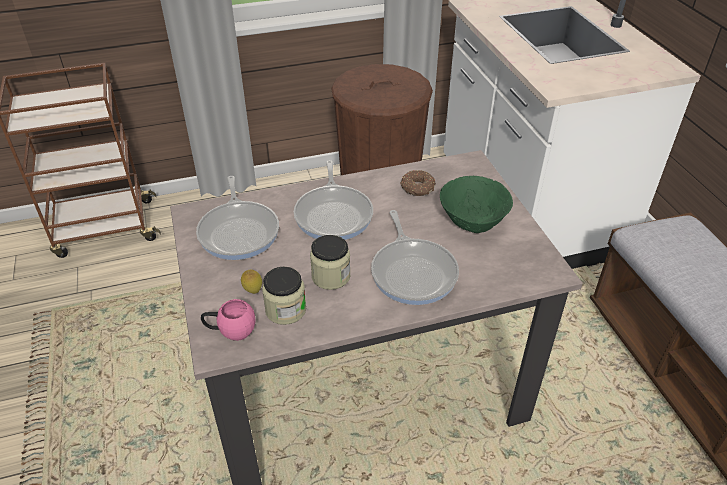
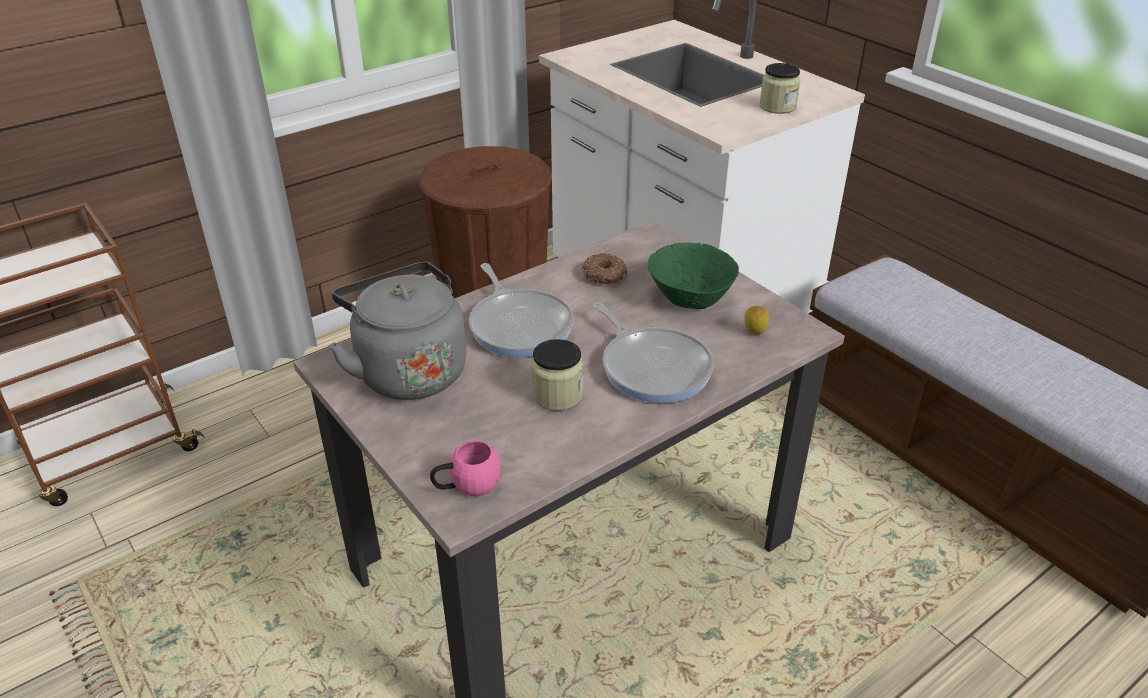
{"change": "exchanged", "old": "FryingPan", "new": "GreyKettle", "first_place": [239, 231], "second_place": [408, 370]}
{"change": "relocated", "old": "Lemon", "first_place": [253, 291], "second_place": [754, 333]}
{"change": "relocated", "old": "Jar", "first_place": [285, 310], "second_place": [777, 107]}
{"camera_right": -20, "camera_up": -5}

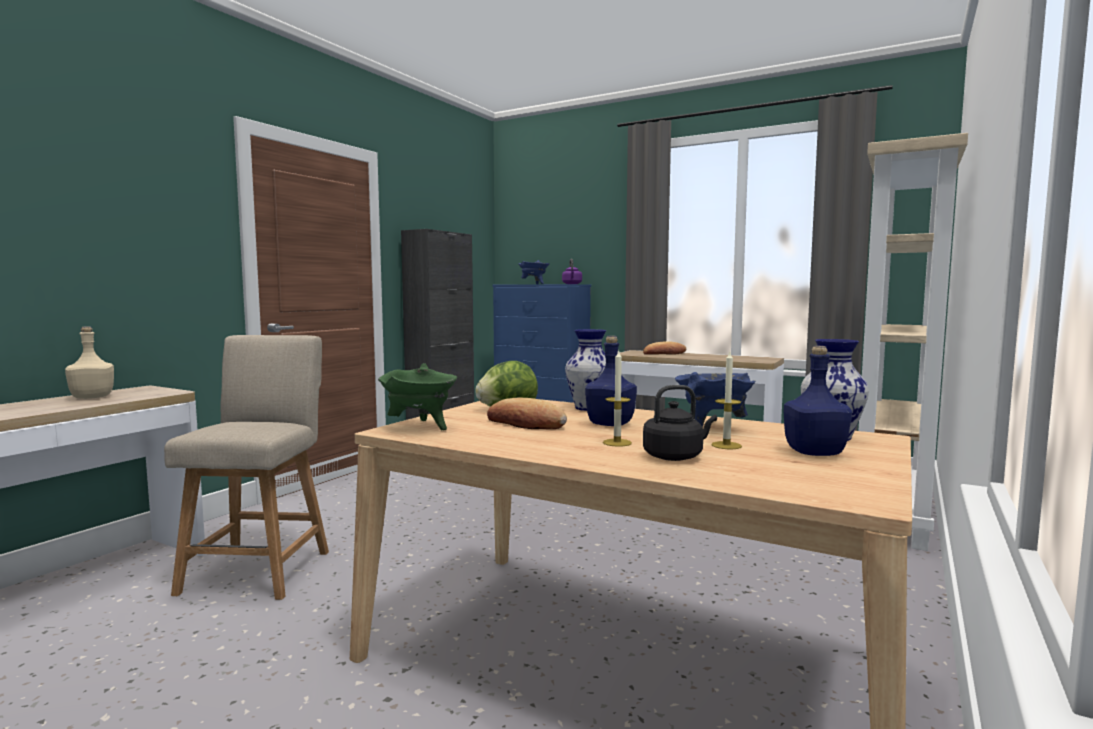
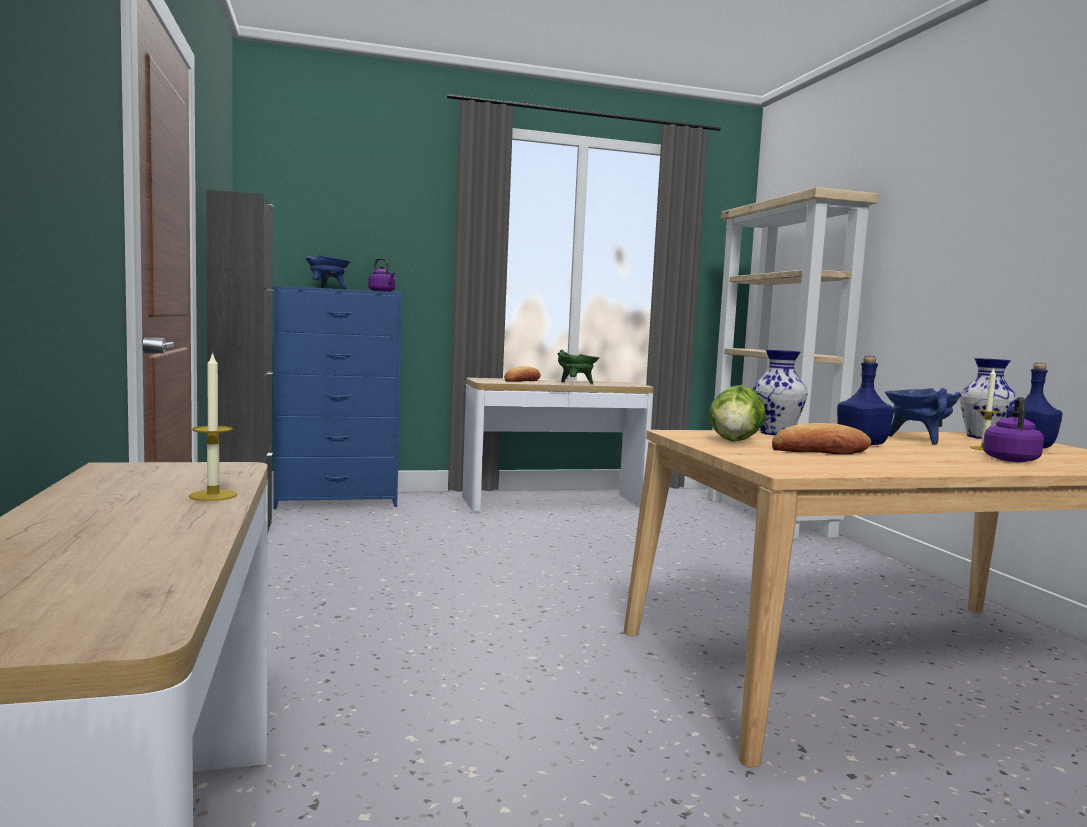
{"change": "missing", "old": "BeigeBottle", "first_place": [91, 397]}
{"change": "missing", "old": "BeigeChair", "first_place": [260, 569]}
{"change": "relocated", "old": "GreenCookingPot", "first_place": [420, 427], "second_place": [576, 383]}
{"change": "relocated", "old": "Candle", "first_place": [617, 442], "second_place": [213, 495]}
{"change": "colour", "old": "BlackKettle", "new": "PurpleKettle", "first_place": [675, 456], "second_place": [1010, 459]}
{"camera_right": -45, "camera_up": 0}

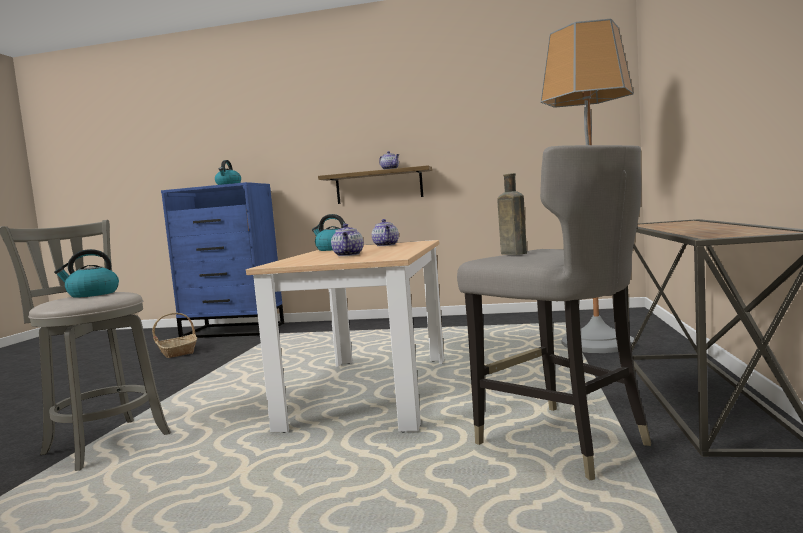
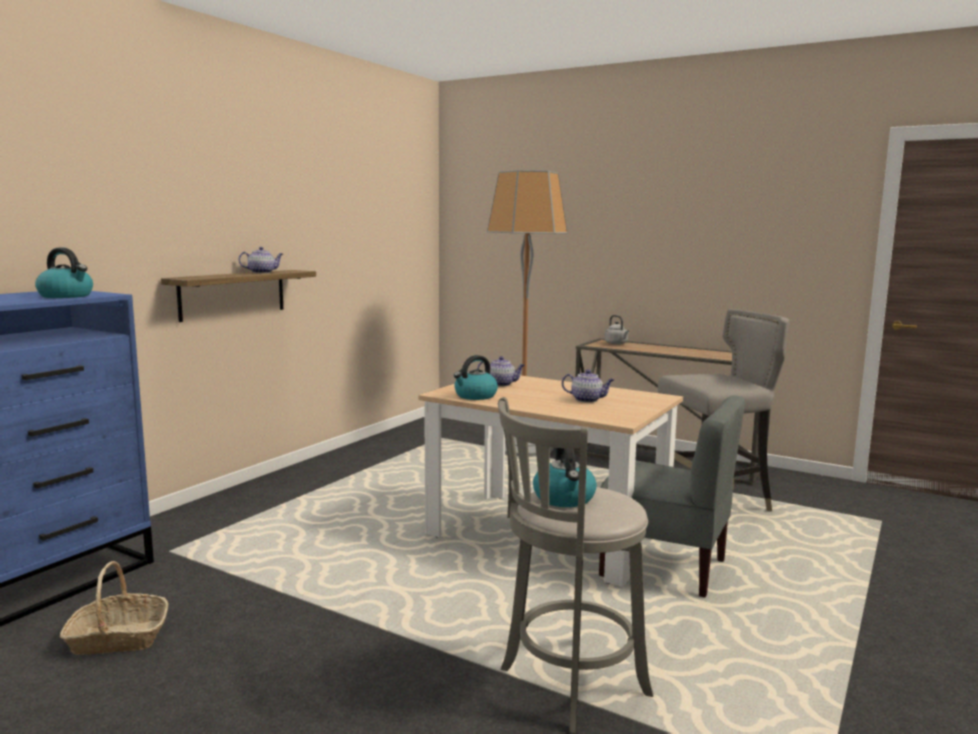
{"change": "missing", "old": "BrownBottle", "first_place": [512, 253]}
{"change": "appeared", "new": "GreyChair", "second_place": [664, 567]}
{"change": "appeared", "new": "GreyKettle", "second_place": [617, 344]}
{"camera_right": -70, "camera_up": 5}

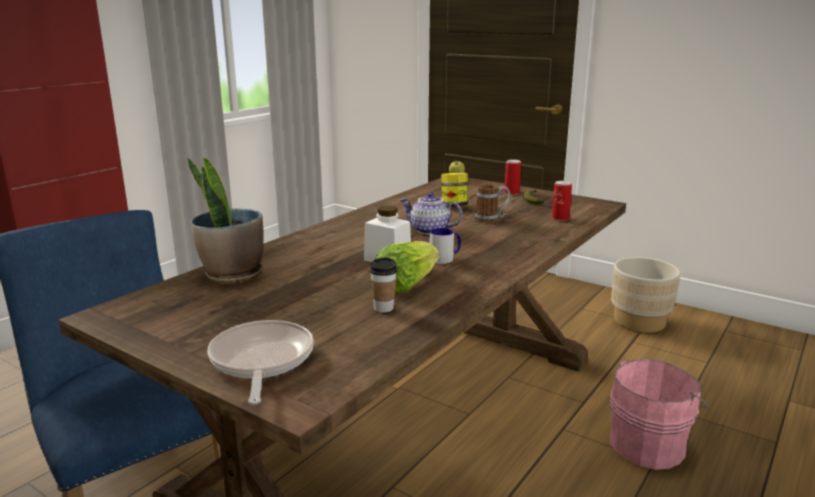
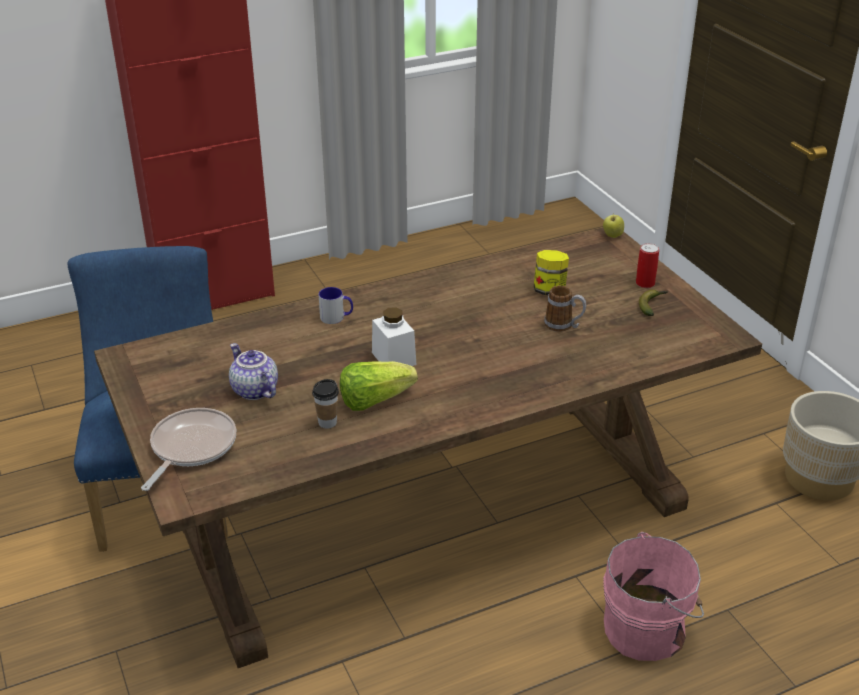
{"change": "missing", "old": "PottedPlant", "first_place": [232, 275]}
{"change": "relocated", "old": "Teapot", "first_place": [429, 230], "second_place": [253, 390]}
{"change": "relocated", "old": "Mug", "first_place": [445, 258], "second_place": [336, 317]}
{"change": "missing", "old": "Can", "first_place": [560, 218]}
{"camera_right": 30, "camera_up": 15}

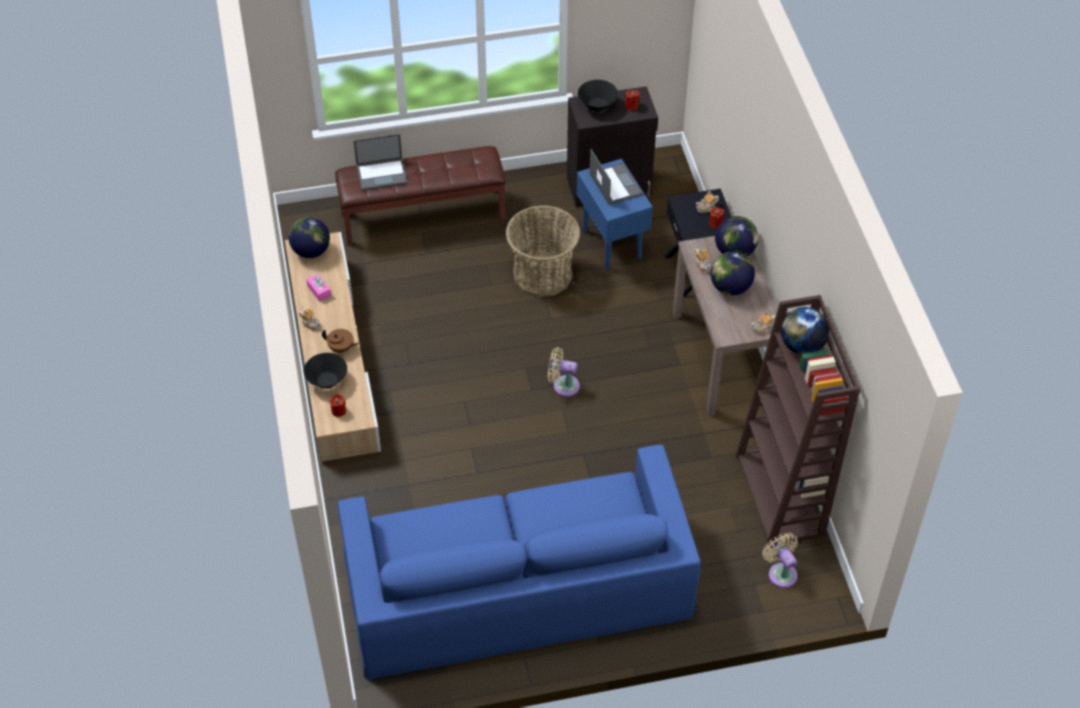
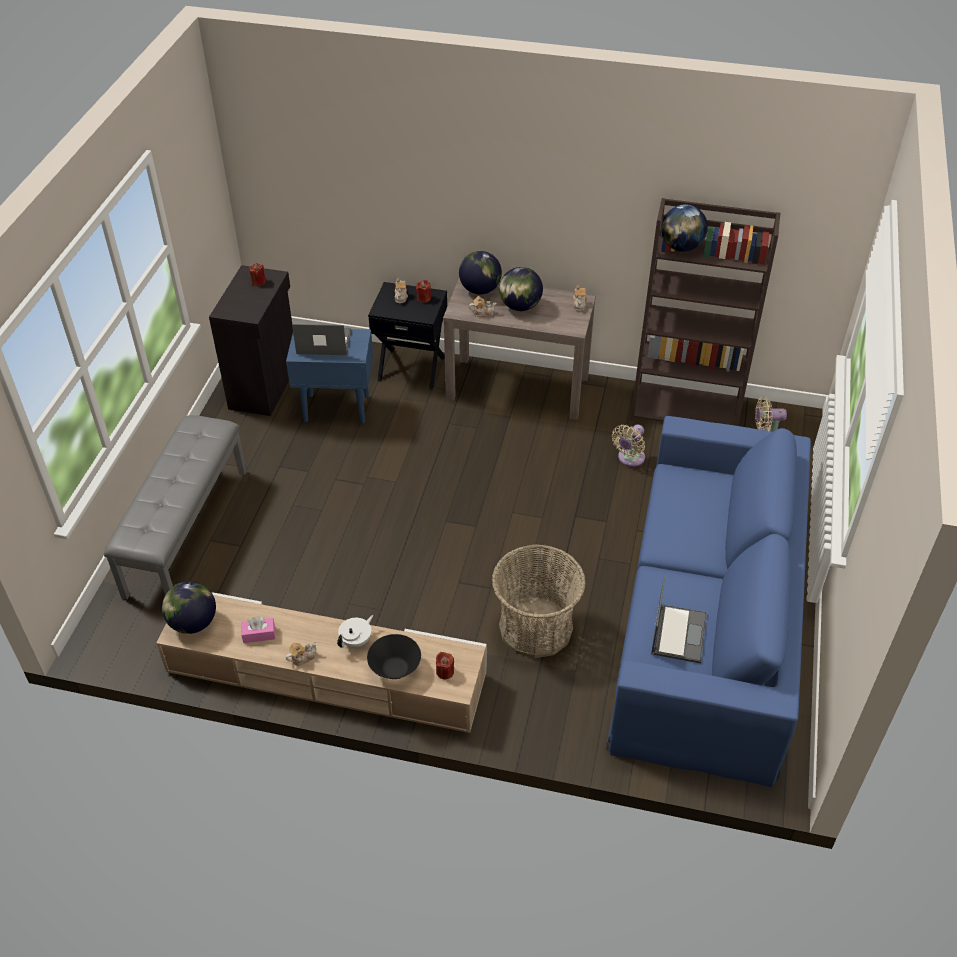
{"change": "colour", "old": "BrownTeapot", "new": "WhiteTeapot", "first_place": [341, 348], "second_place": [356, 641]}
{"change": "colour", "old": "BrownBench", "new": "GreyBench", "first_place": [423, 215], "second_place": [186, 531]}
{"change": "relocated", "old": "Laptop", "first_place": [382, 174], "second_place": [678, 633]}
{"change": "relocated", "old": "Basket", "first_place": [543, 274], "second_place": [535, 627]}
{"change": "relocated", "old": "BeigeFan", "first_place": [563, 385], "second_place": [629, 458]}
{"change": "missing", "old": "BlackBowl", "first_place": [597, 105]}
{"camera_right": -65, "camera_up": -5}

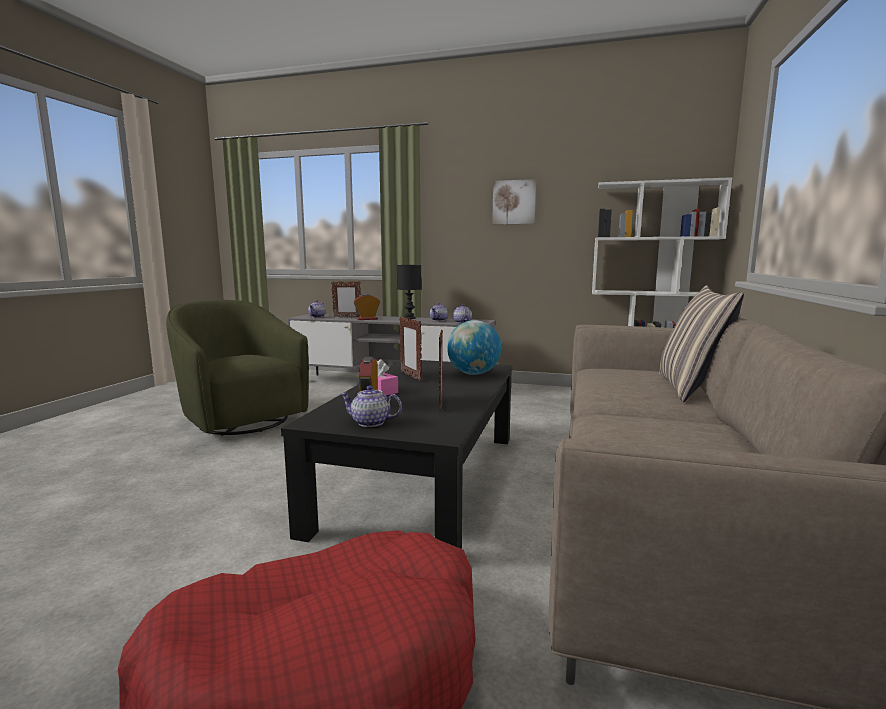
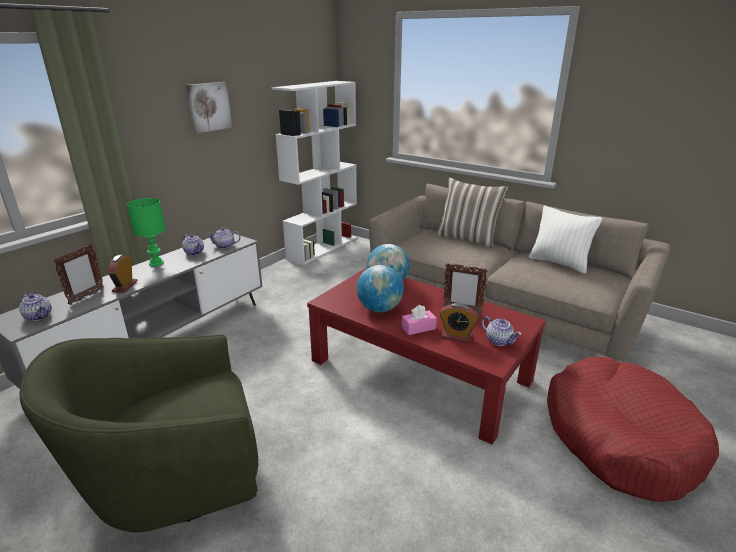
{"change": "colour", "old": "BlackCoffeeTable", "new": "RedCoffeeTable", "first_place": [422, 479], "second_place": [419, 371]}
{"change": "spun", "old": "Teapot", "first_place": [370, 422], "second_place": [499, 341], "degrees": -75}
{"change": "colour", "old": "BlackTableLamp", "new": "GreenTableLamp", "first_place": [409, 318], "second_place": [155, 263]}
{"change": "exchanged", "old": "PictureFrame", "new": "Globe", "first_place": [410, 376], "second_place": [379, 309]}
{"change": "appeared", "new": "WhitePillow", "second_place": [559, 263]}
{"camera_right": -70, "camera_up": 15}

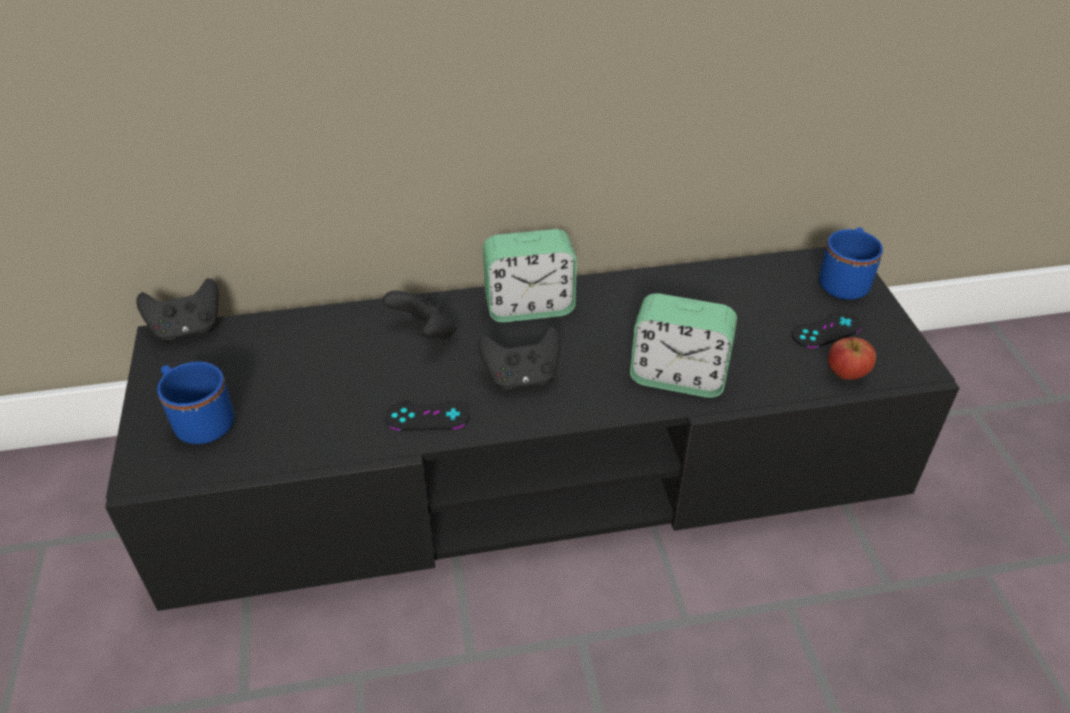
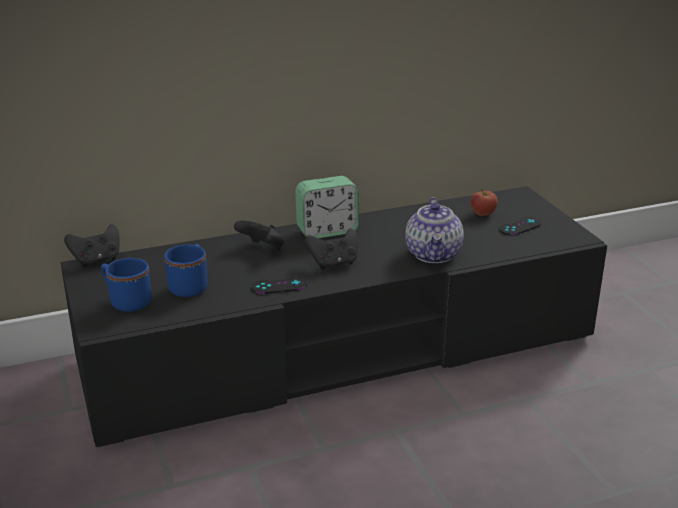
{"change": "exchanged", "old": "AlarmClock", "new": "Teapot", "first_place": [678, 377], "second_place": [434, 255]}
{"change": "relocated", "old": "BlueMug", "first_place": [845, 281], "second_place": [190, 286]}
{"change": "relocated", "old": "Apple", "first_place": [846, 374], "second_place": [483, 214]}
{"camera_right": -10, "camera_up": -15}

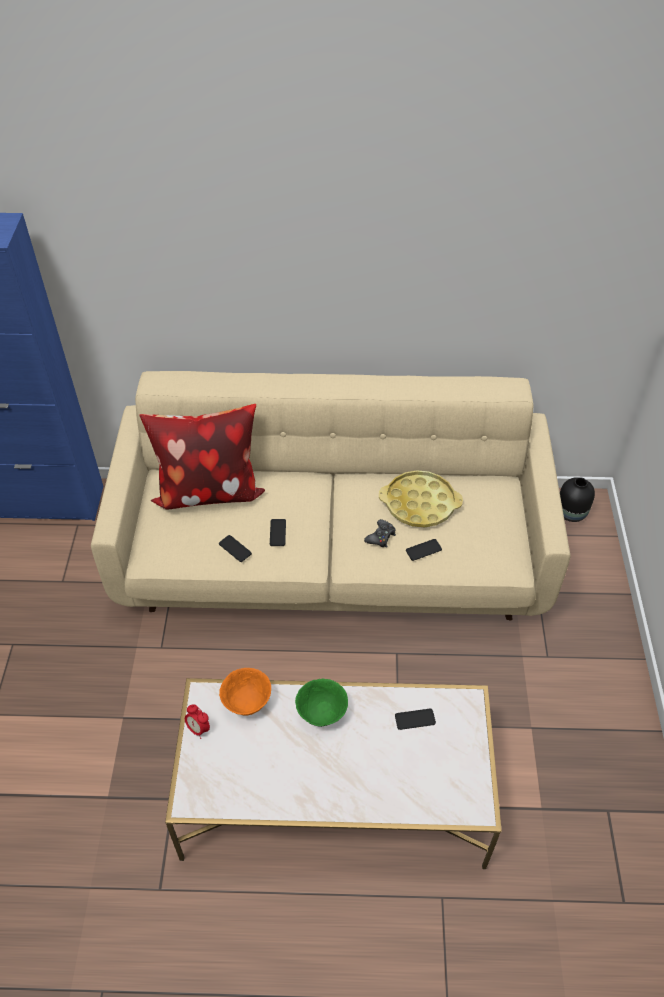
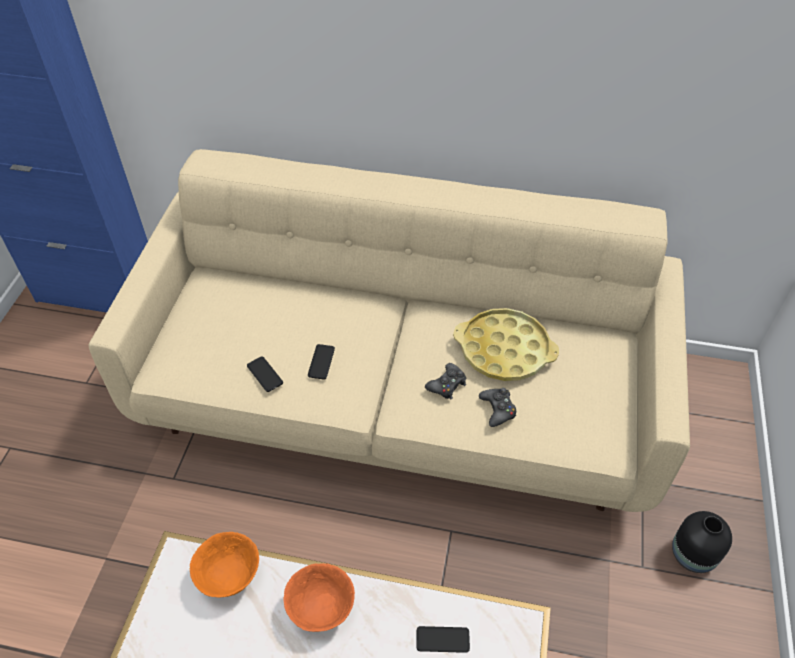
{"change": "missing", "old": "Pillow", "first_place": [208, 490]}
{"change": "missing", "old": "AlarmClock", "first_place": [198, 728]}
{"change": "colour", "old": "GreenBowl", "new": "OrangeBowl", "first_place": [322, 713], "second_place": [322, 609]}
{"change": "exchanged", "old": "Phone", "new": "BlackGameController", "first_place": [423, 550], "second_place": [497, 409]}
{"change": "relocated", "old": "BlackVase", "first_place": [572, 512], "second_place": [694, 554]}
{"camera_right": 10, "camera_up": 0}

